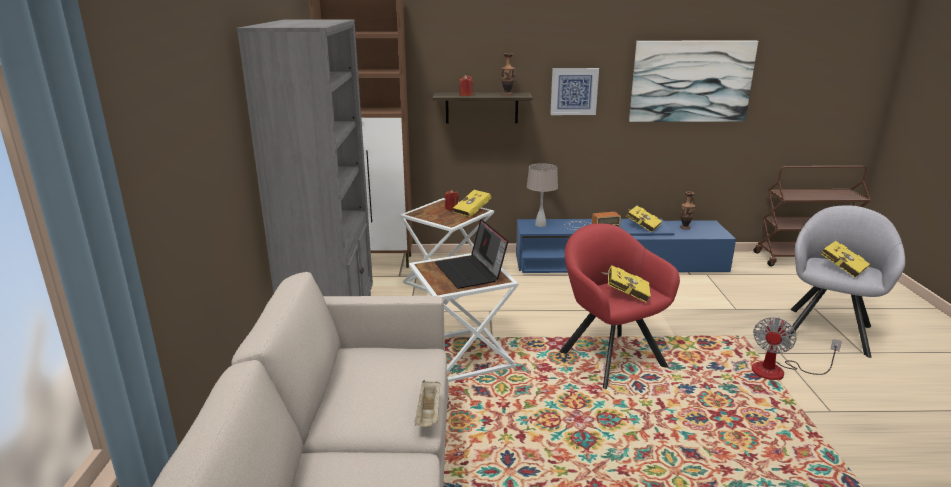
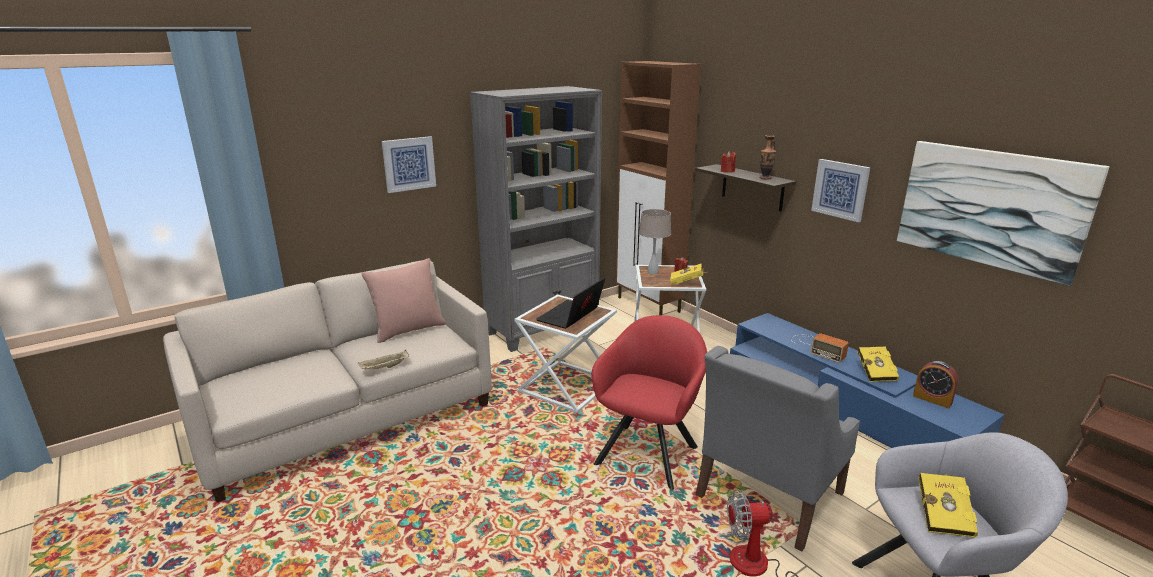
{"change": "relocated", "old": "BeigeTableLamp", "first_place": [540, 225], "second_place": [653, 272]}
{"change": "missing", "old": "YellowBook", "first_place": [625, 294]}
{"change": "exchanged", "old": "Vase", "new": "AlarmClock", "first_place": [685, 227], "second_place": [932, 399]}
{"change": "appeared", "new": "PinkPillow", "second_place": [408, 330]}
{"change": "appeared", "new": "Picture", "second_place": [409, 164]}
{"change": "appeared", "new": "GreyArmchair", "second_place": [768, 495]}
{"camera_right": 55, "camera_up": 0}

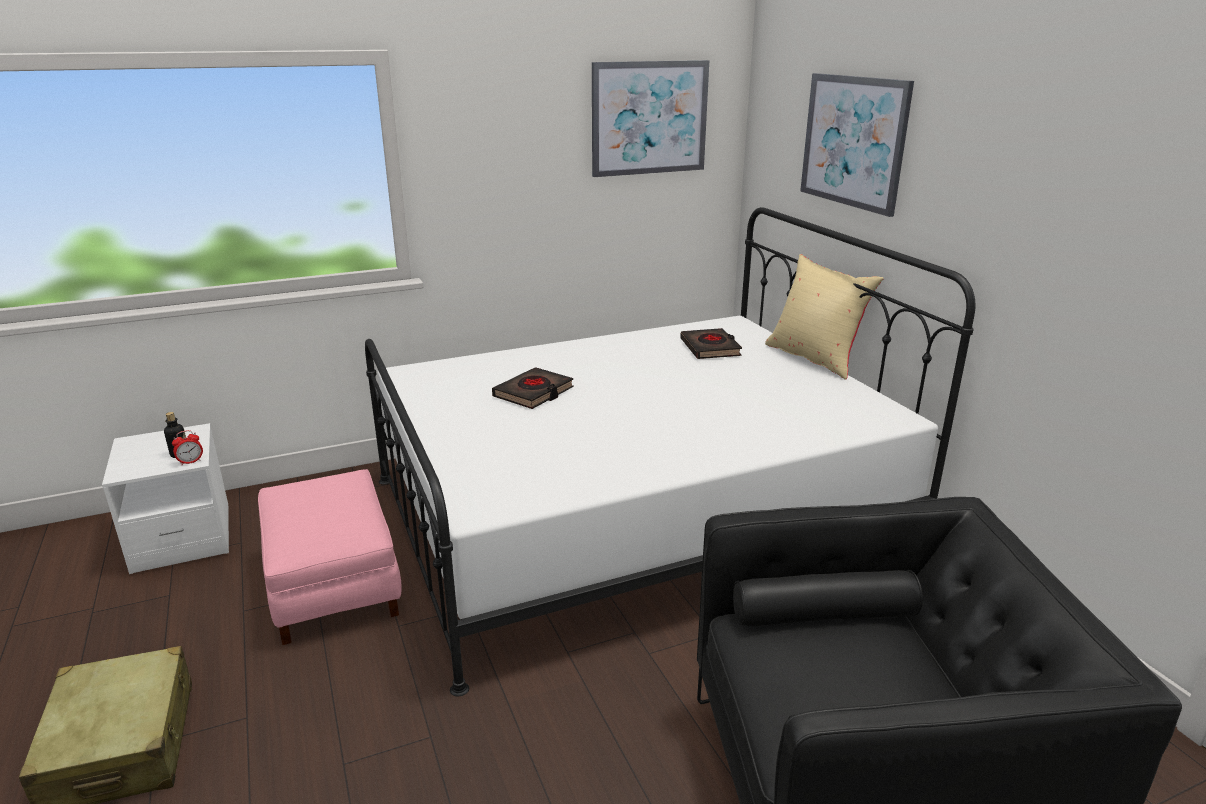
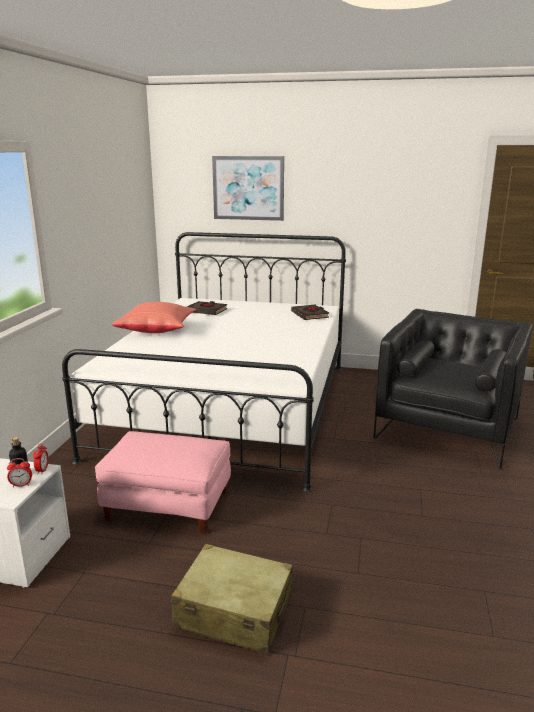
{"change": "relocated", "old": "BlackBook", "first_place": [534, 393], "second_place": [310, 315]}
{"change": "missing", "old": "Picture", "first_place": [649, 118]}
{"change": "missing", "old": "BeigePillow", "first_place": [815, 358]}
{"change": "appeared", "new": "AlarmClock", "second_place": [21, 485]}
{"change": "appeared", "new": "RedPillow", "second_place": [157, 330]}
{"camera_right": -55, "camera_up": -5}

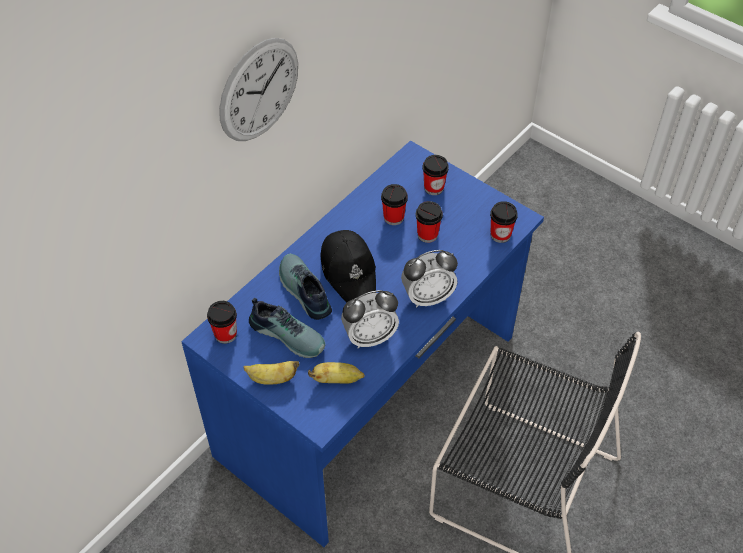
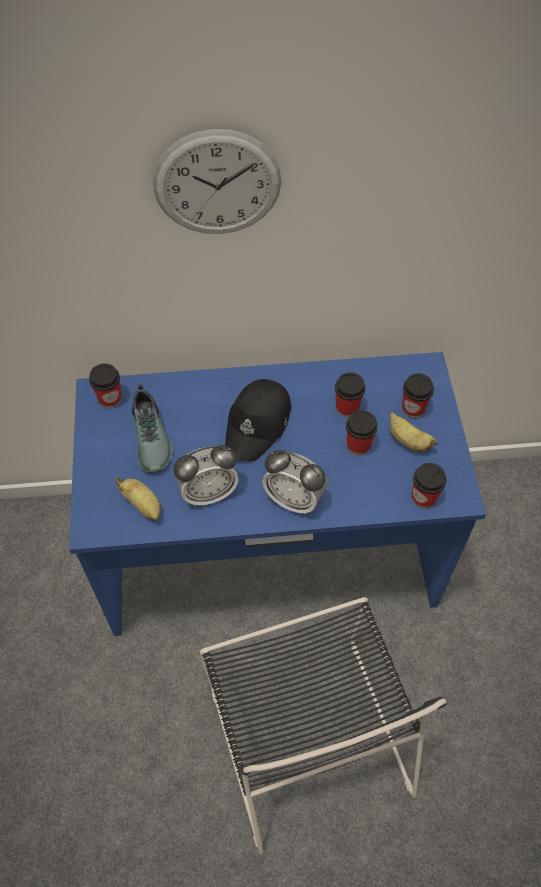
{"change": "relocated", "old": "Banana", "first_place": [272, 379], "second_place": [407, 441]}
{"change": "missing", "old": "Shoe", "first_place": [303, 291]}
{"change": "spun", "old": "AlarmClock", "first_place": [370, 337], "second_place": [208, 492], "degrees": -45}
{"camera_right": 45, "camera_up": 5}

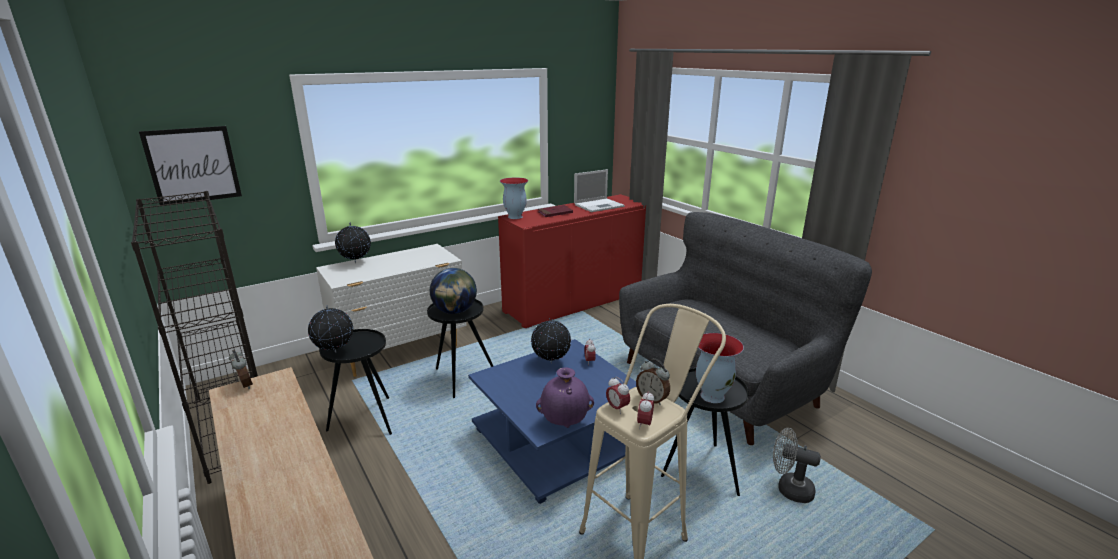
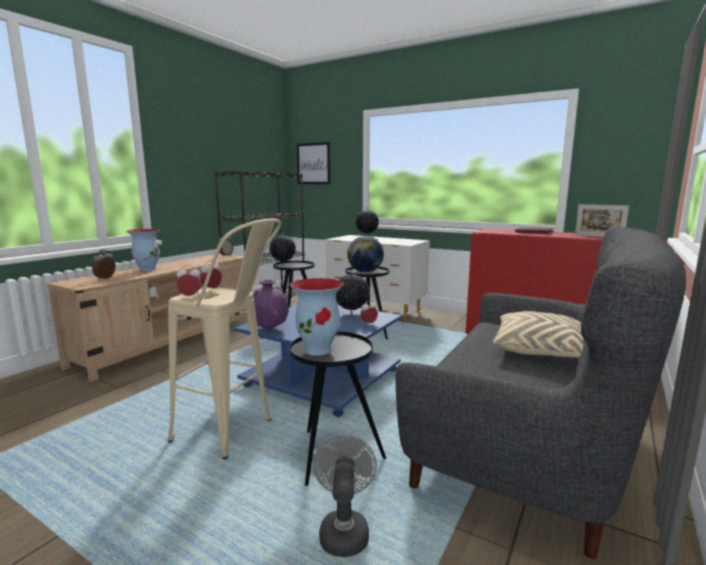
{"change": "relocated", "old": "Vase", "first_place": [514, 217], "second_place": [147, 269]}
{"change": "exchanged", "old": "Laptop", "new": "PictureFrame", "first_place": [599, 205], "second_place": [599, 236]}
{"change": "relocated", "old": "AlarmClock", "first_place": [652, 399], "second_place": [106, 278]}
{"change": "appeared", "new": "BeigePillow", "second_place": [541, 350]}
{"camera_right": 65, "camera_up": -10}

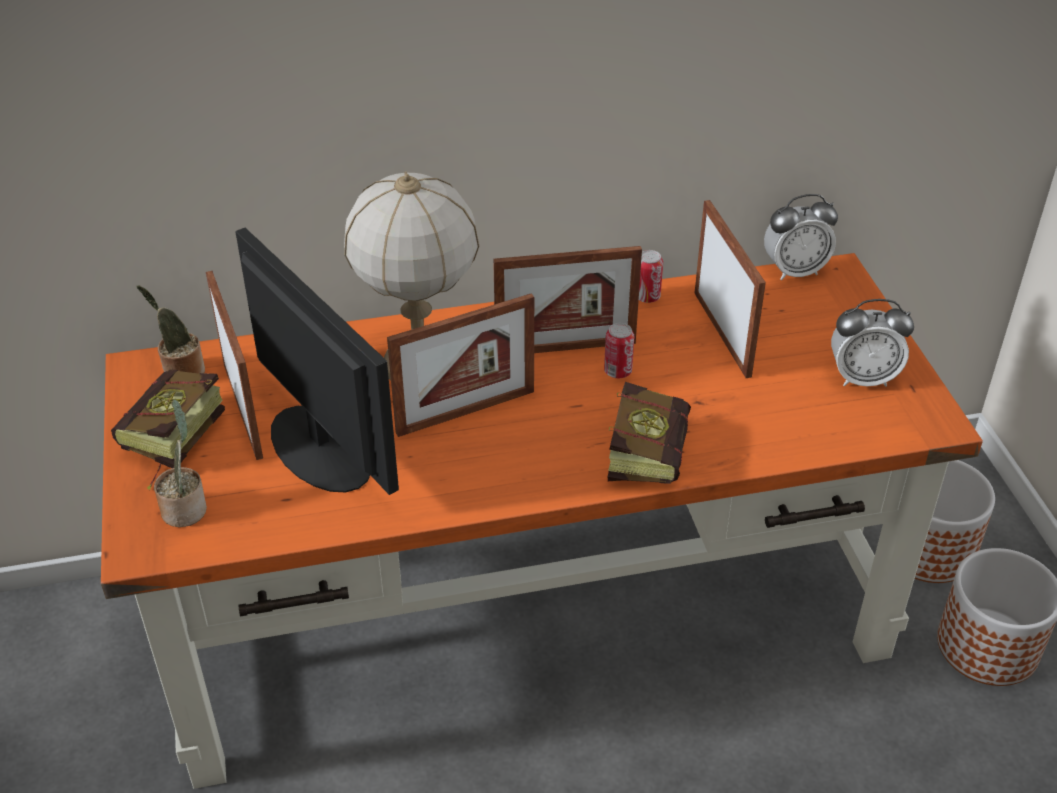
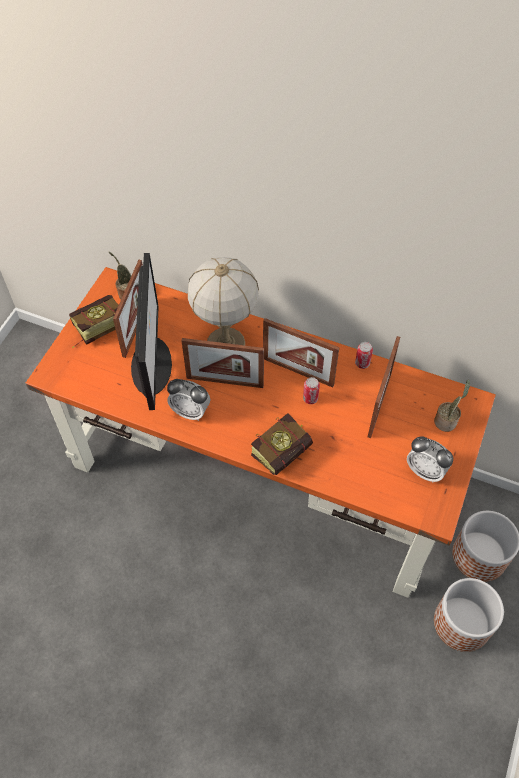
{"change": "relocated", "old": "PottedPlant", "first_place": [186, 508], "second_place": [446, 421]}
{"change": "relocated", "old": "AlarmClock", "first_place": [794, 271], "second_place": [190, 411]}
{"camera_right": 35, "camera_up": 15}

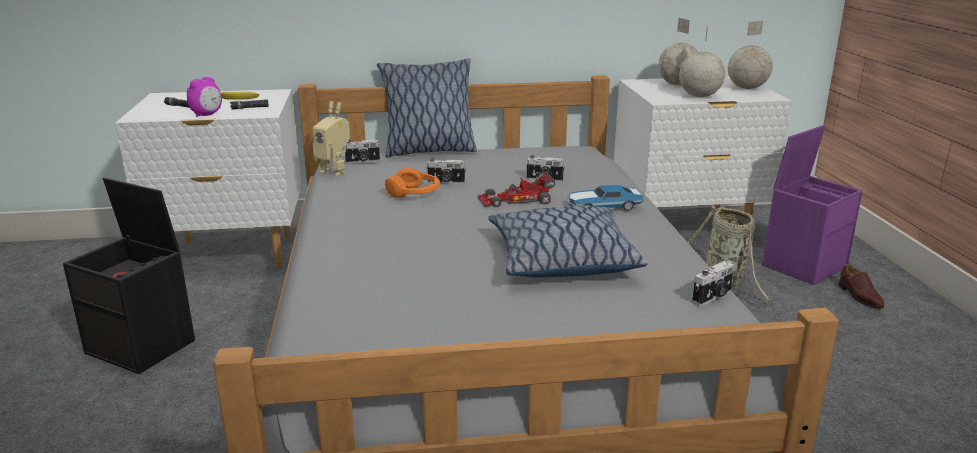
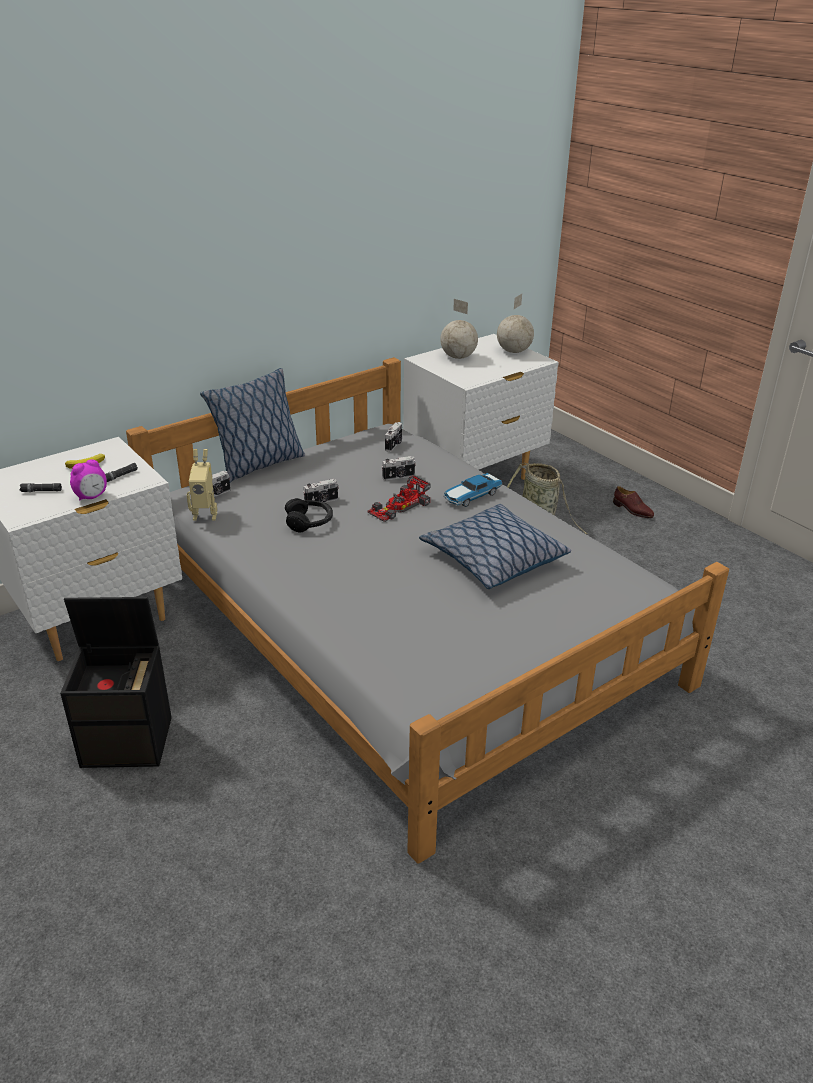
{"change": "spun", "old": "AlarmClock", "first_place": [207, 115], "second_place": [91, 497], "degrees": 45}
{"change": "colour", "old": "OrangeHeadphones", "new": "BlackHeadphones", "first_place": [414, 193], "second_place": [309, 522]}
{"change": "missing", "old": "Globe", "first_place": [699, 96]}
{"change": "relocated", "old": "PhotoCamera", "first_place": [713, 297], "second_place": [394, 445]}
{"change": "missing", "old": "PurpleStorageBox", "first_place": [804, 265]}
{"camera_right": -30, "camera_up": 10}

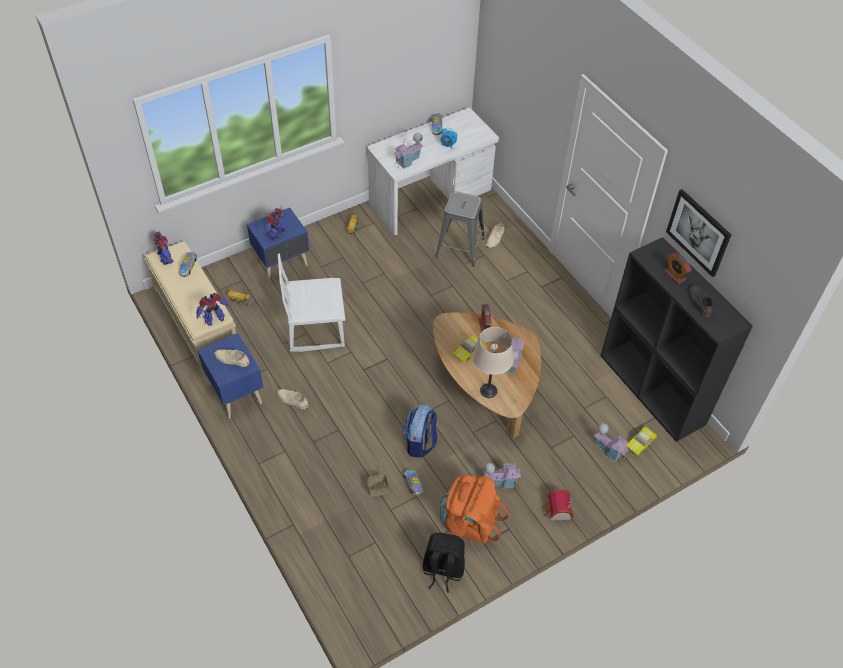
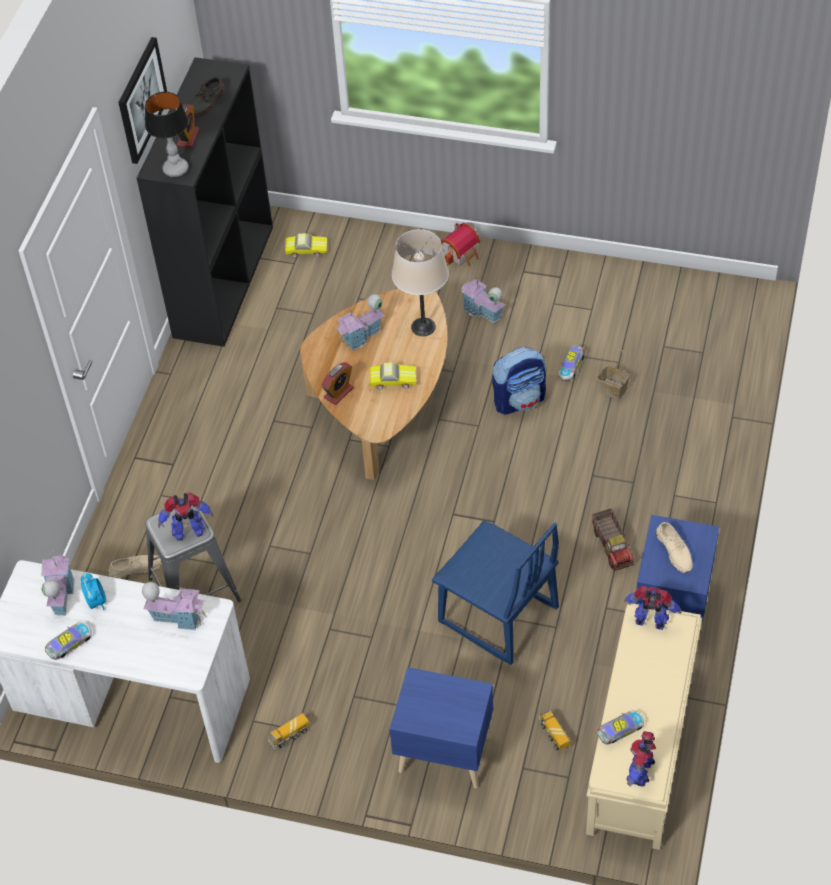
{"change": "relocated", "old": "ToyRobot", "first_place": [277, 234], "second_place": [188, 531]}
{"change": "exchanged", "old": "BeigeShoe", "new": "ToyTruck", "first_place": [292, 400], "second_place": [612, 546]}
{"change": "colour", "old": "WhiteChair", "new": "BlueChair", "first_place": [315, 329], "second_place": [497, 616]}
{"change": "missing", "old": "BlackBackpack", "first_place": [442, 570]}
{"change": "missing", "old": "OrangeBackpack", "first_place": [469, 522]}
{"change": "relocated", "old": "ToyHouse", "first_place": [609, 450], "second_place": [60, 596]}
{"change": "appeared", "new": "TableLamp", "second_place": [176, 169]}
{"camera_right": -130, "camera_up": 0}

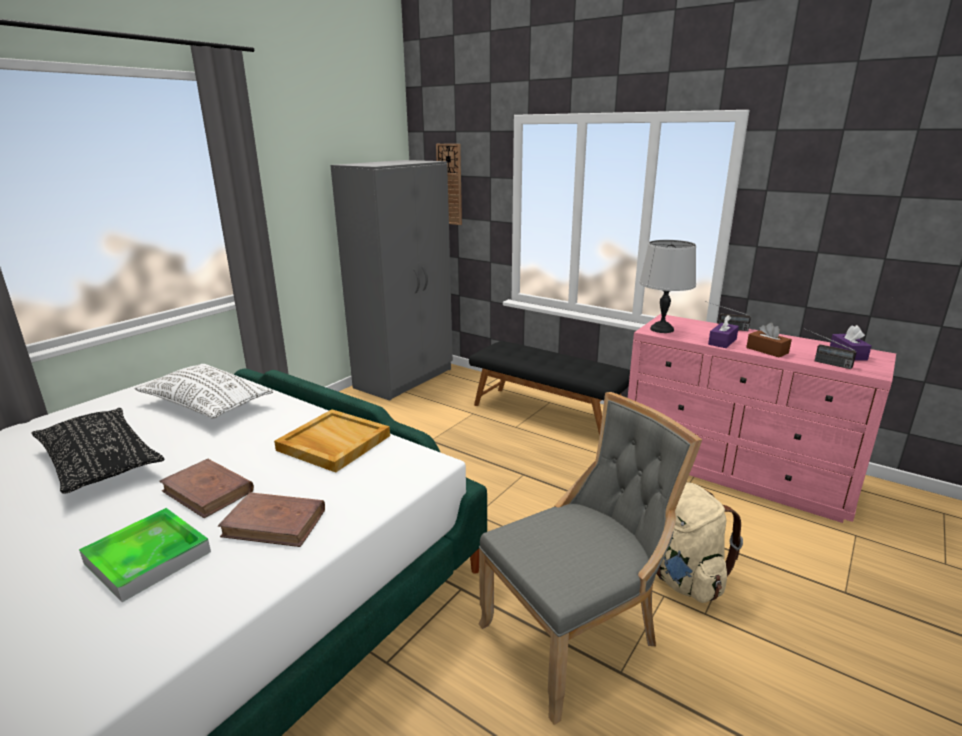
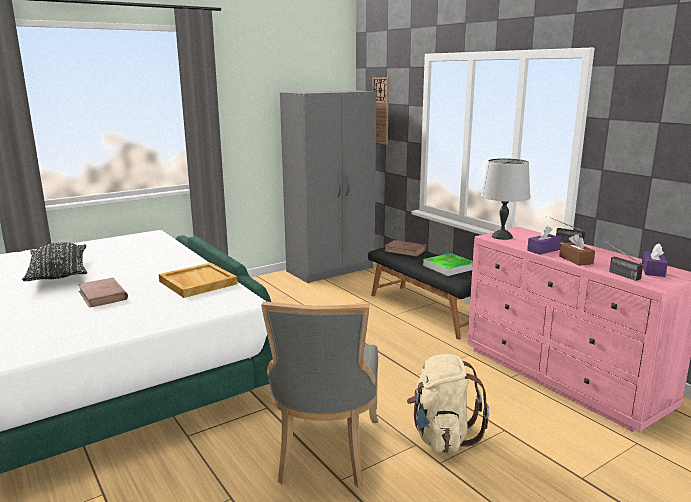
{"change": "relocated", "old": "Tray", "first_place": [148, 557], "second_place": [449, 267]}
{"change": "missing", "old": "WhitePillow", "first_place": [206, 405]}
{"change": "relocated", "old": "BrownBook", "first_place": [275, 523], "second_place": [405, 250]}
{"change": "spun", "old": "GreyChair", "first_place": [576, 637], "second_place": [325, 452], "degrees": 105}
{"camera_right": 20, "camera_up": -5}

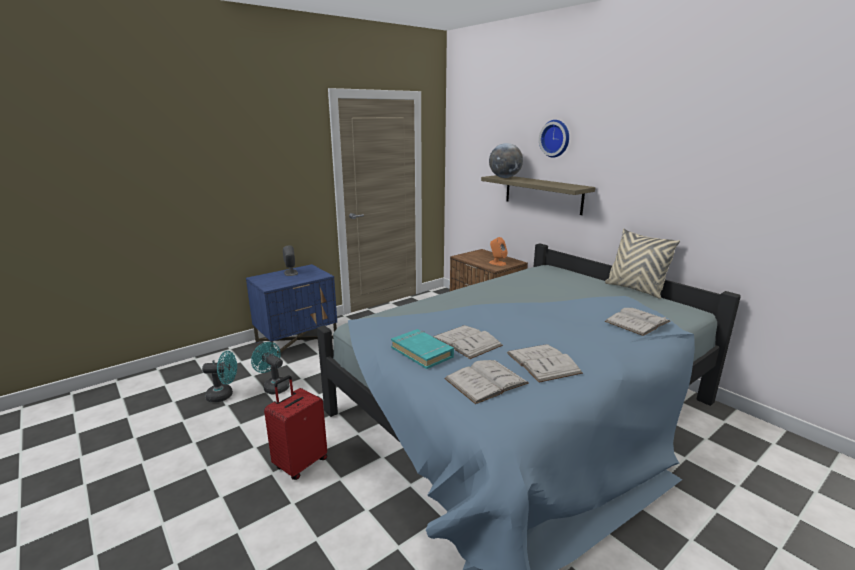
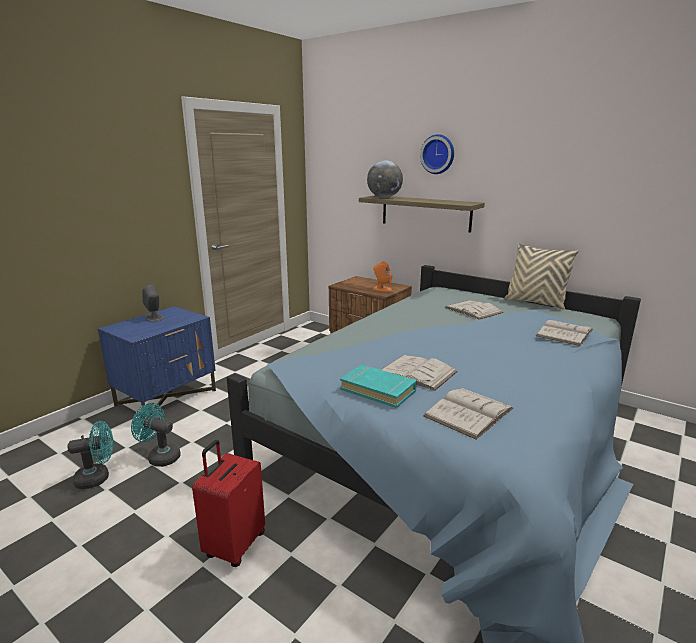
{"change": "relocated", "old": "WhiteBook", "first_place": [543, 362], "second_place": [473, 310]}
{"camera_right": -15, "camera_up": 0}

